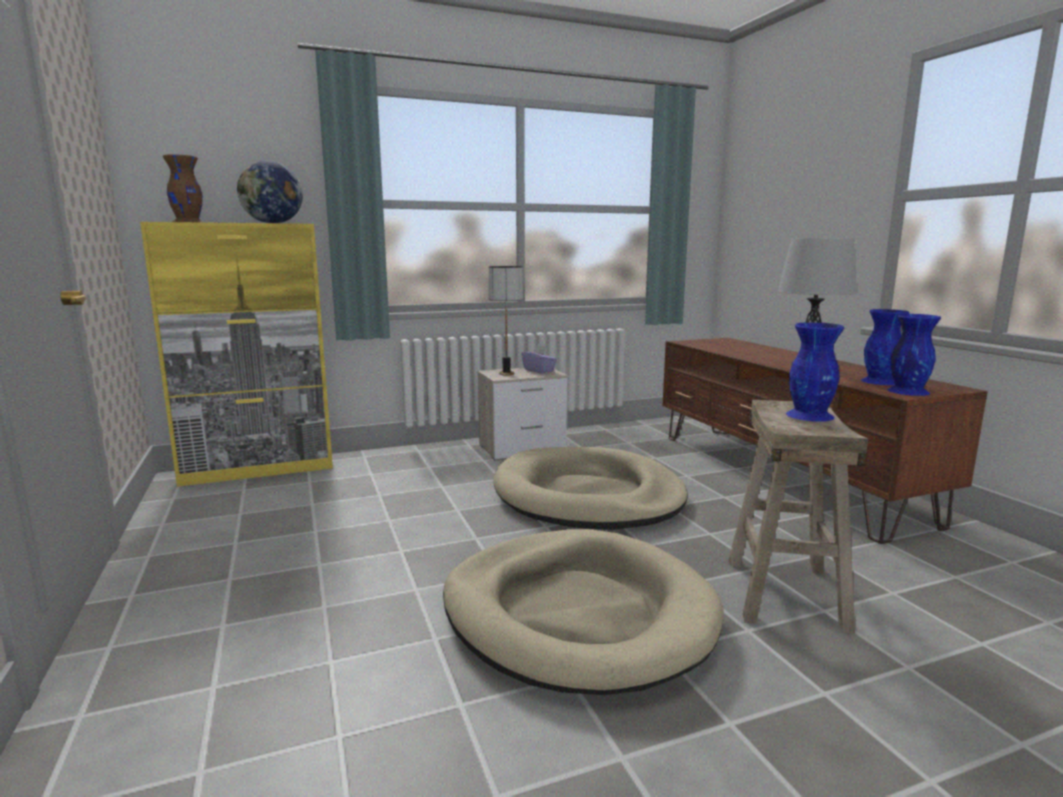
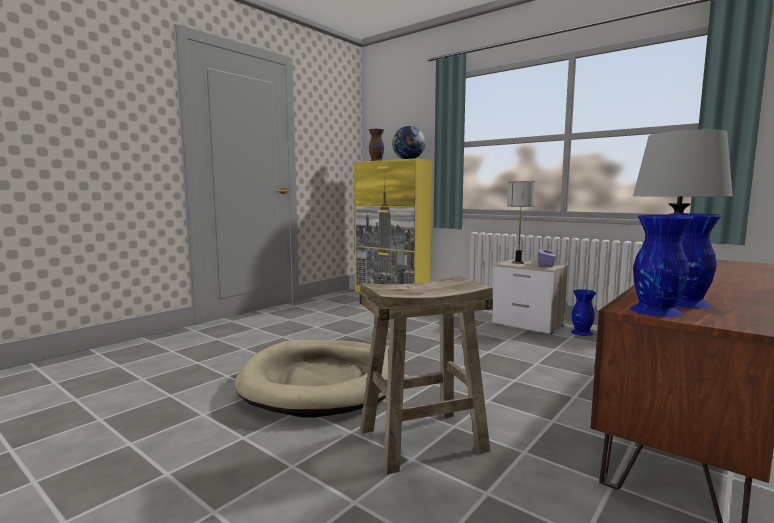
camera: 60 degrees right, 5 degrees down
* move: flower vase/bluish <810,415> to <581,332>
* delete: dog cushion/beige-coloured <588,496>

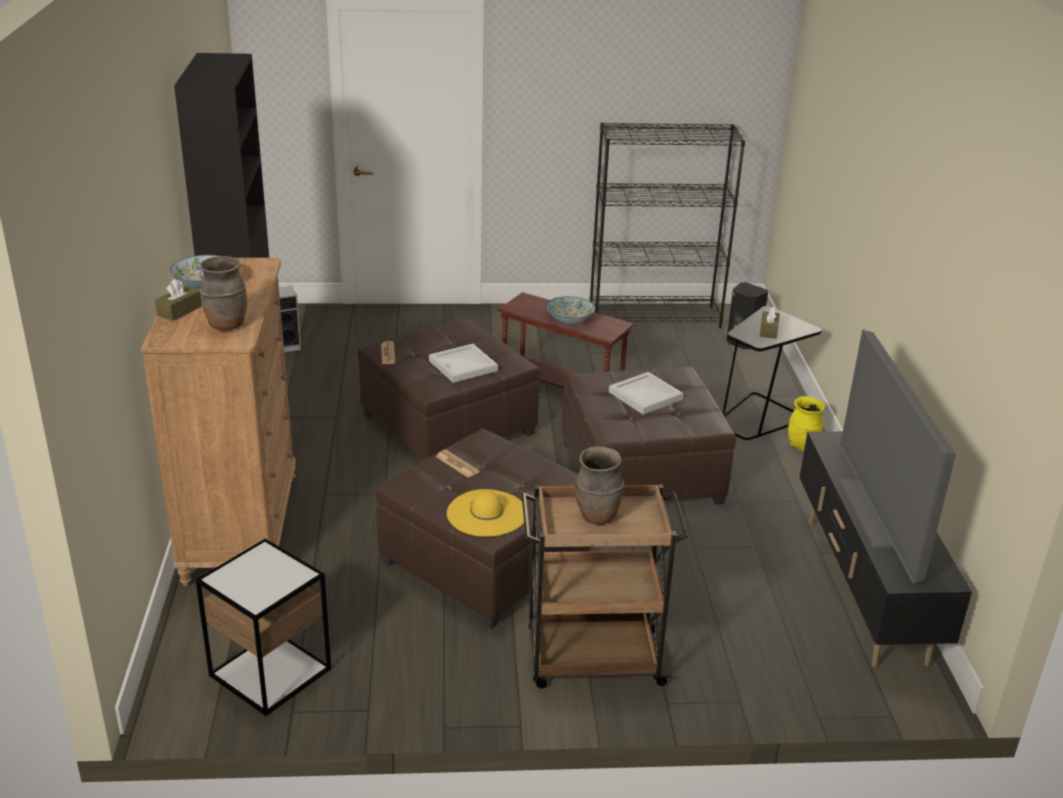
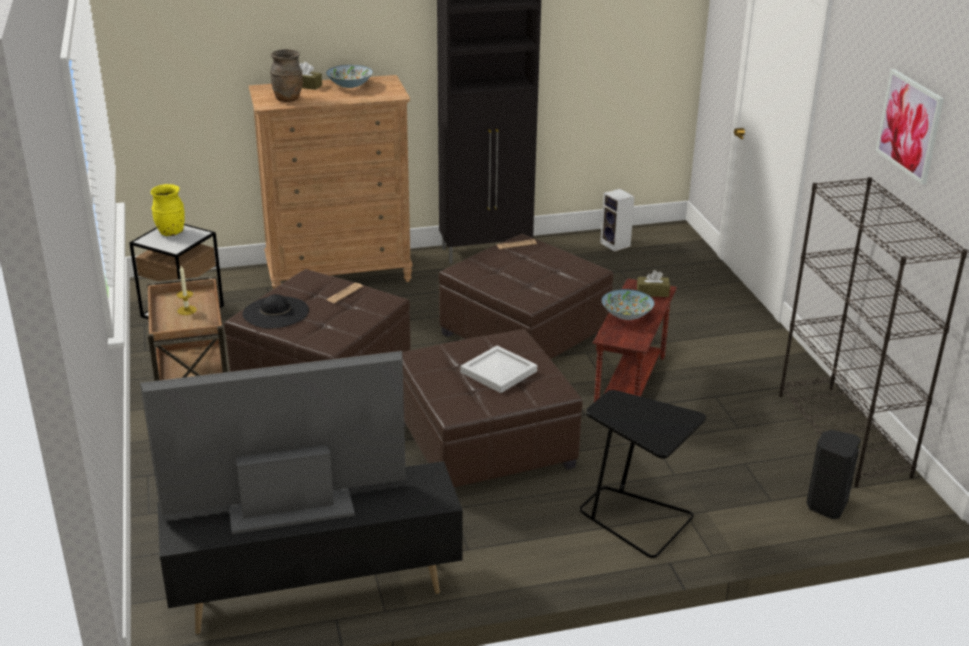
camera: 80 degrees right, 0 degrees up
* move: flower vase/yellow-coloured <802,446> to <171,232>
* replace: flower vase/brownish <597,517> to candle <187,310>
* recolor: hat/yellow-coloured <487,513> to hat/blackish <275,312>
* move: tissue holder/brownish <768,331> to <652,292>
* insert: wall picture <910,125>
* delete: tray/whitish <462,366>

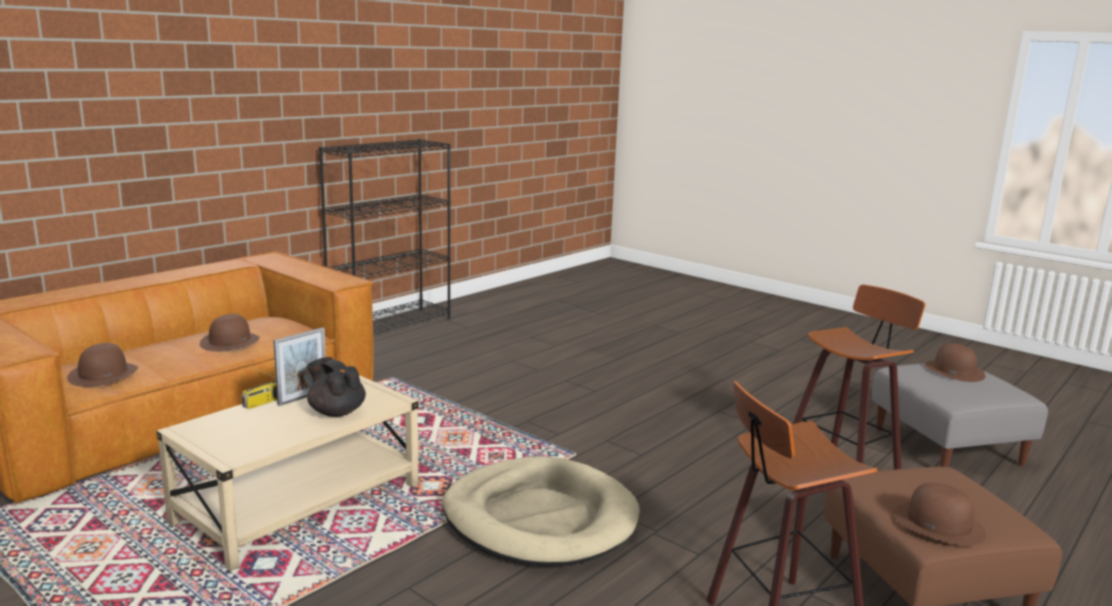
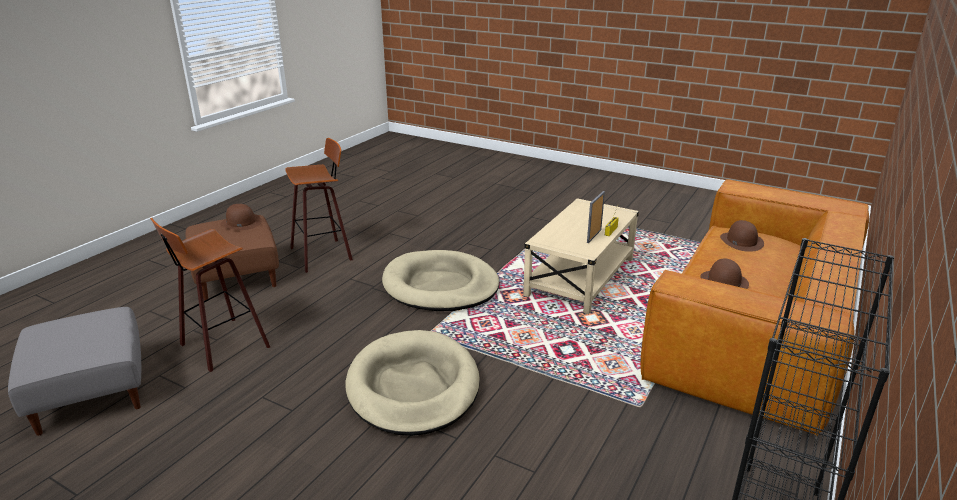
camera: 170 degrees right, 10 degrees up
* insert: dog cushion/beige-coloured <413,387>
* delete: tea pot/blackish <336,412>
* delete: hat/brownish <953,371>

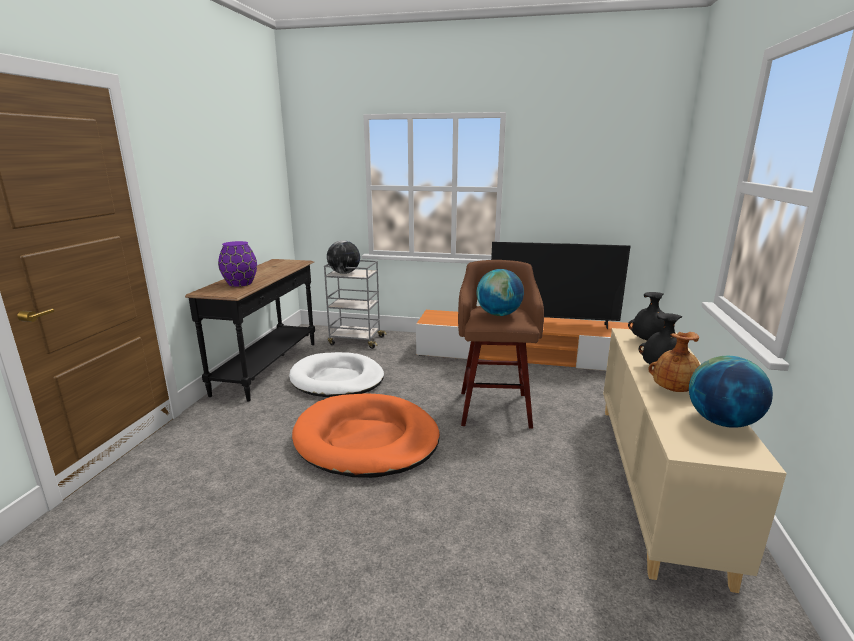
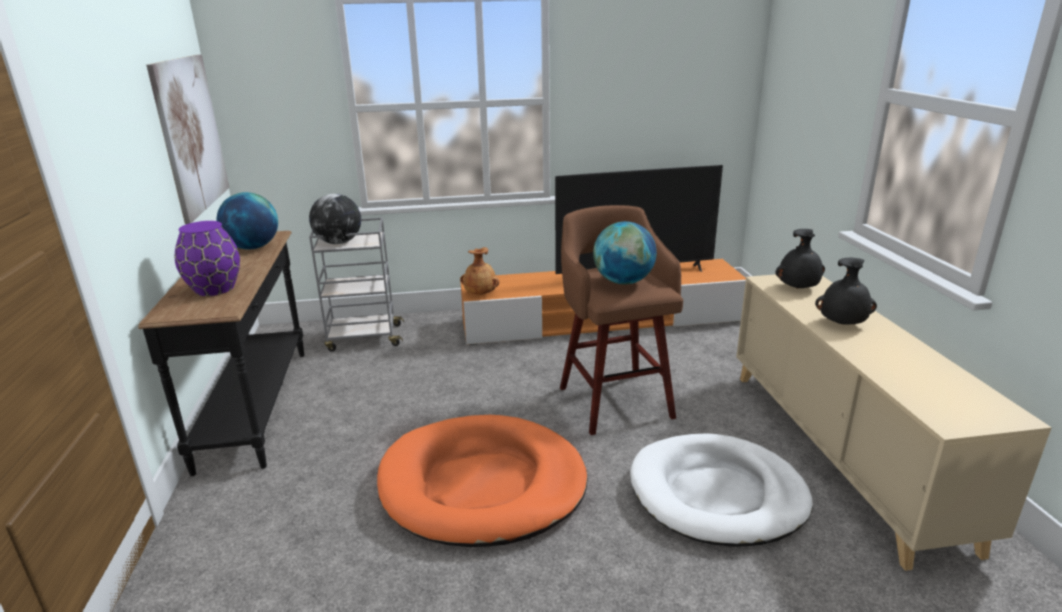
camera: 20 degrees left, 5 degrees up
* insert: wall picture <191,135>
* move: desk globe <721,422> to <253,247>
* move: flower vase/brownish <673,390> to <480,294>
* move: dog cushion/whitish <337,379> to <717,494>

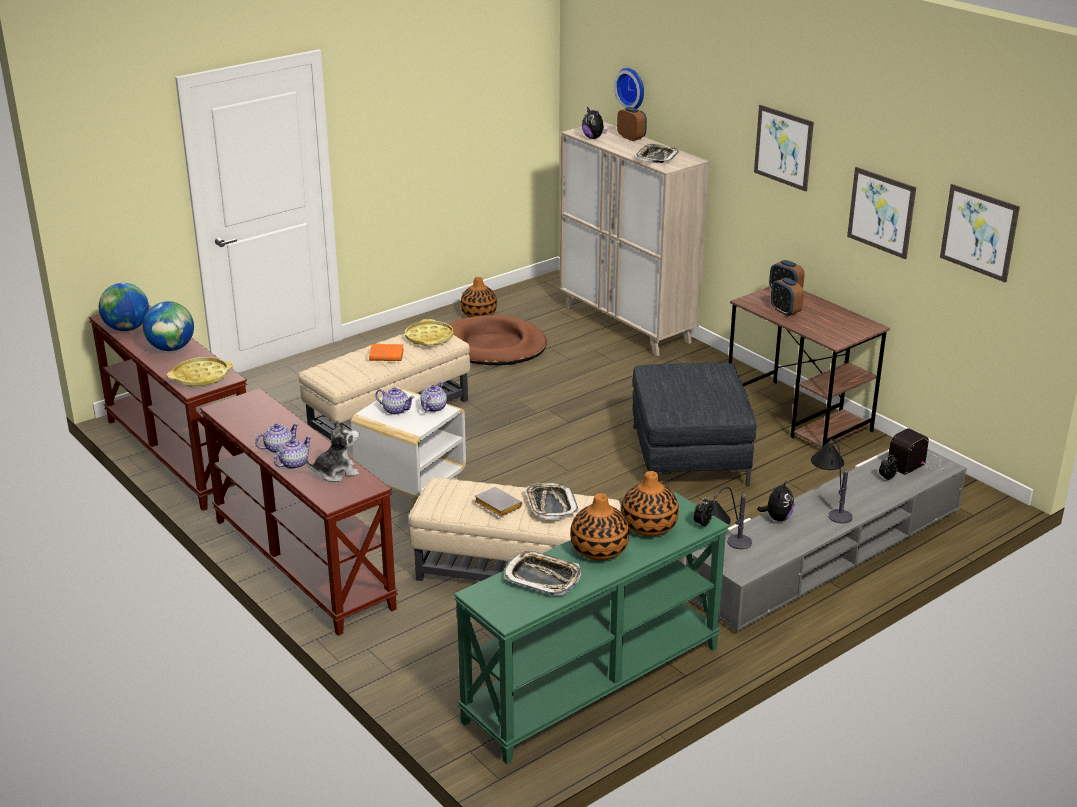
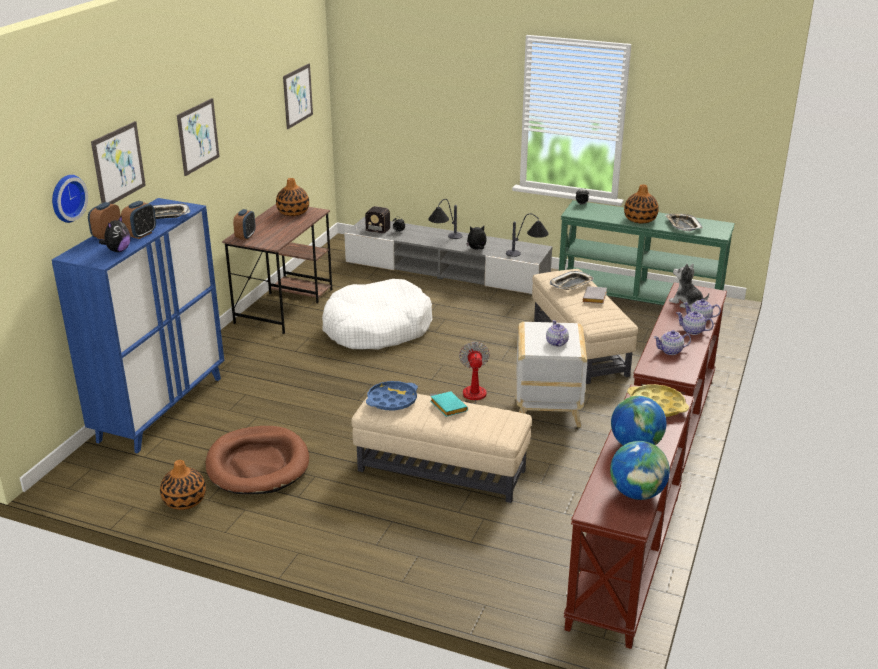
camera: 120 degrees left, 0 degrees up
* recolor: cabinet/beige-coloured <627,325> to cabinet/bluish <161,408>
* move: wall picture <881,212> to <118,164>
* move: table clock <785,311> to <141,234>
* move: flower vase <649,526> to <293,212>
* replace: footrest/gray <690,455> to dog cushion/whitish <377,329>
* recolor: tray/yellow-coloured <429,338> to tray/bluish <392,400>
* insert: fan <467,397>
* recolor: bound book/orange <387,355> to bound book/blue-green <447,407>
* move: tea pot <433,408> to <671,351>

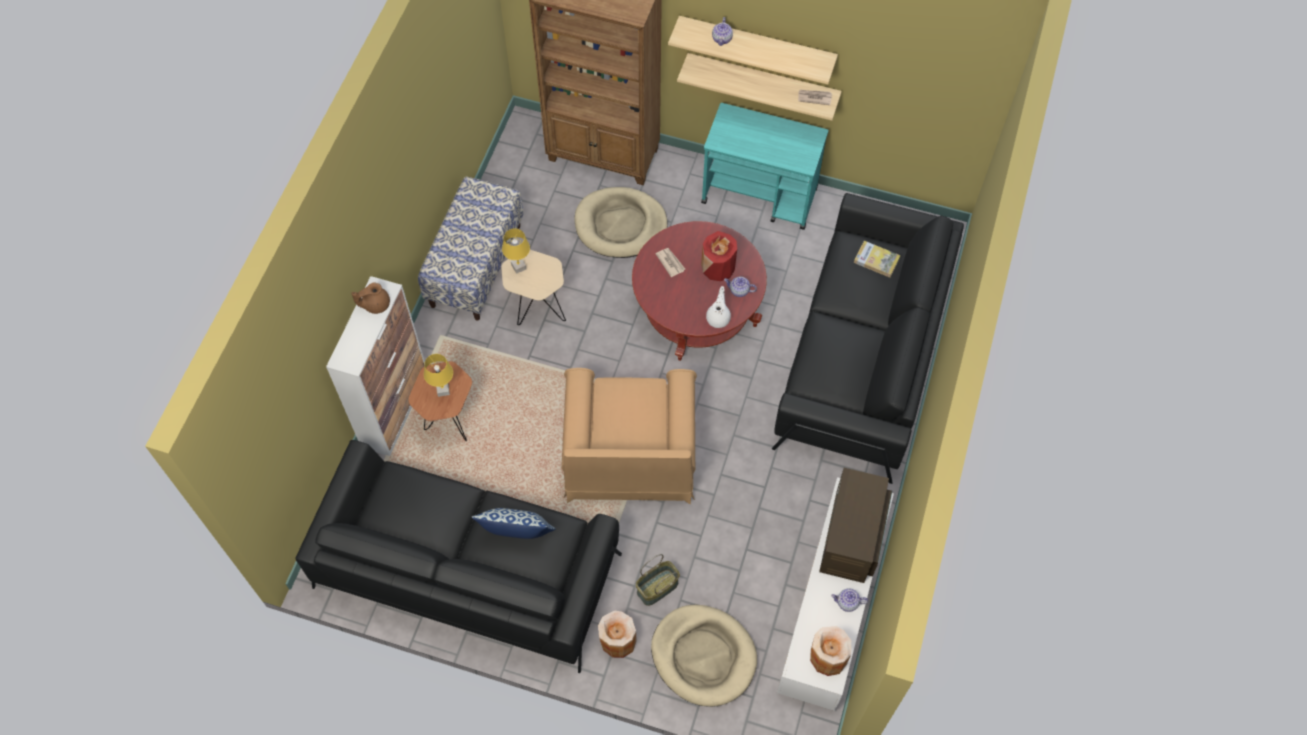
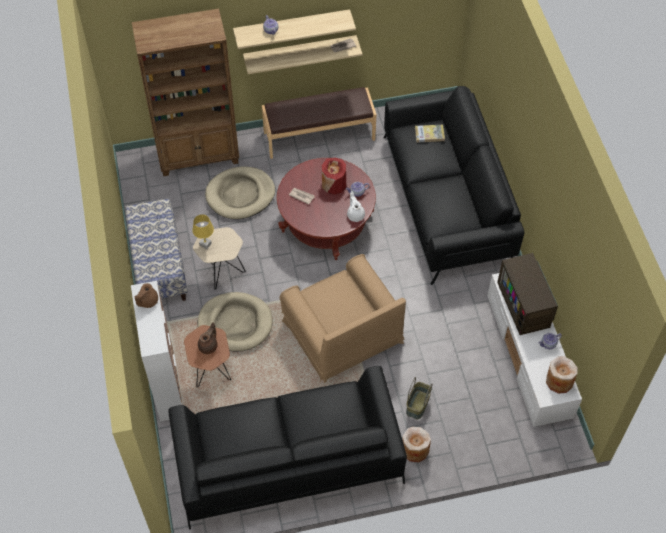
camera: 30 degrees left, 5 degrees down
* move: dog cushion/beige-coloured <703,656> to <235,323>
* replace: table lamp/yellow-coloured <443,390> to tea pot/brownish <209,346>
* replace: trolley/blue-green <760,195> to bench/brownish <319,135>
* delete: pillow <517,535>

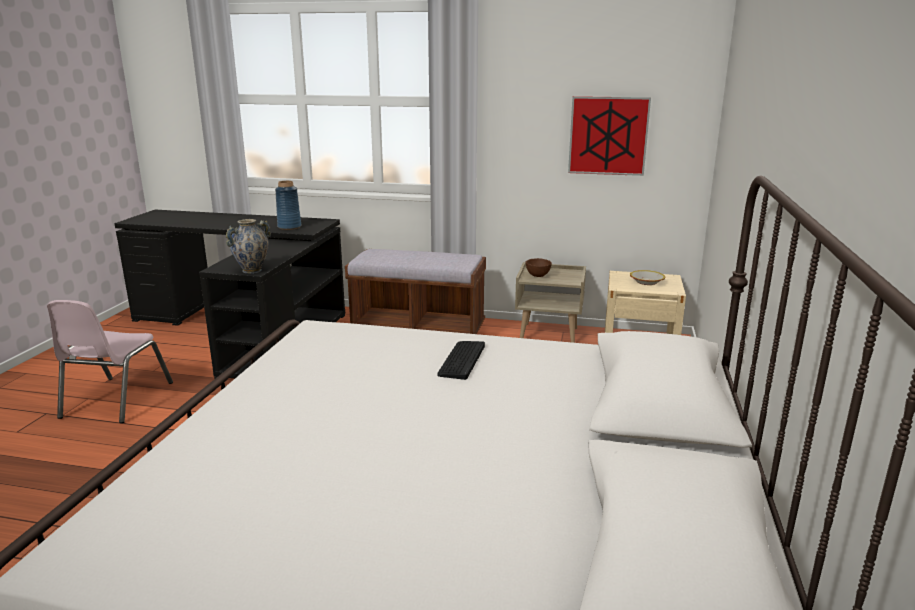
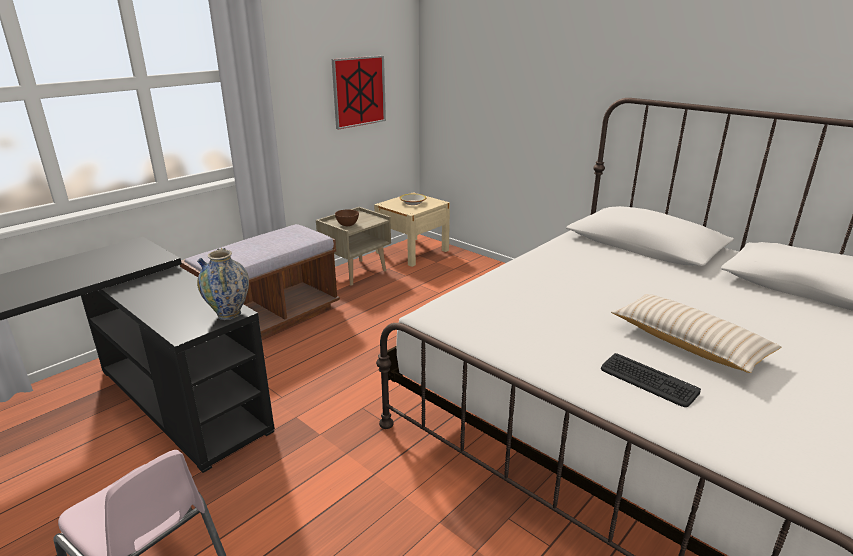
camera: 60 degrees left, 5 degrees up
* move: computer keyboard <461,360> to <648,381>
* insert: pillow/beige-coloured <688,343>
* delete: flower vase/bluish <289,227>

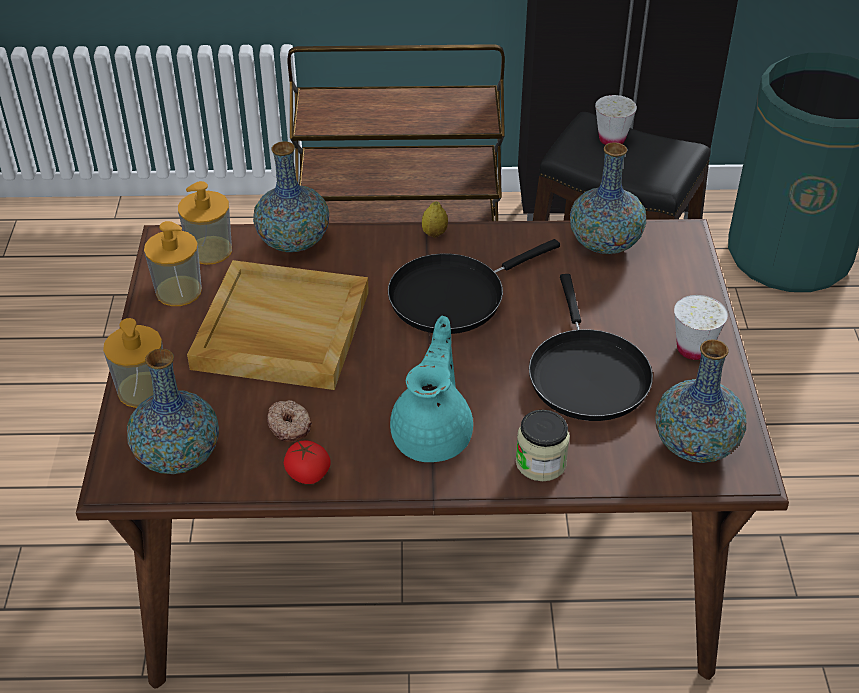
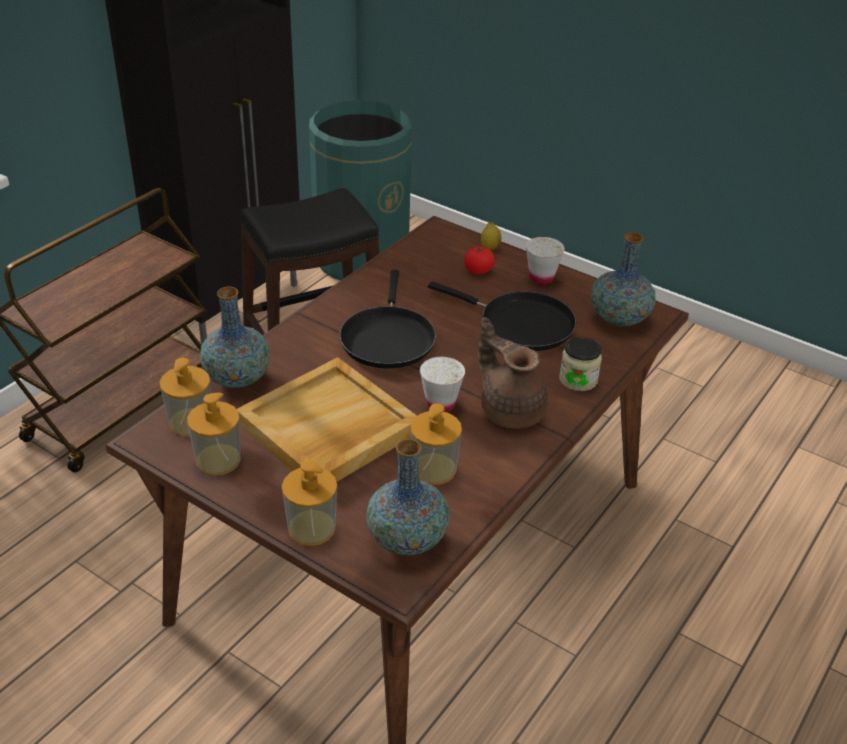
camera: 55 degrees left, 5 degrees down
* replace: doughnut <290,426> to soap dispenser <434,469>
* move: small cup/whitish <612,139> to <440,404>
* move: tomato <307,474> to <478,270>
* recolor: tea pot/blue-green <434,435> to tea pot/brownish <510,409>
* move: citrus fruit <434,233> to <490,248>
* delete: flower vase <605,244>

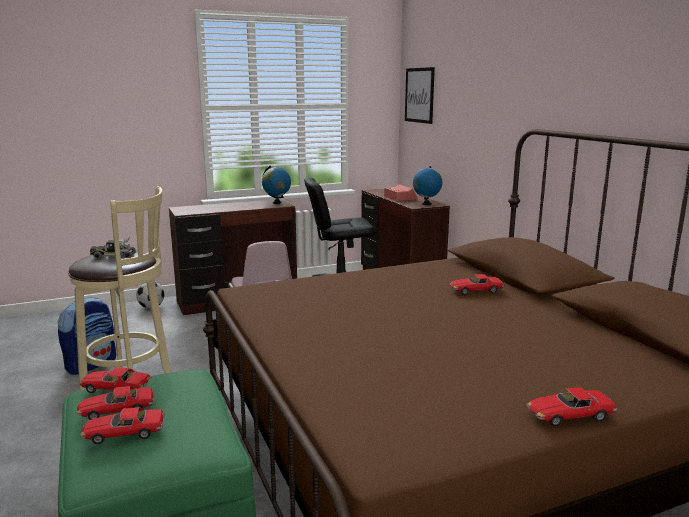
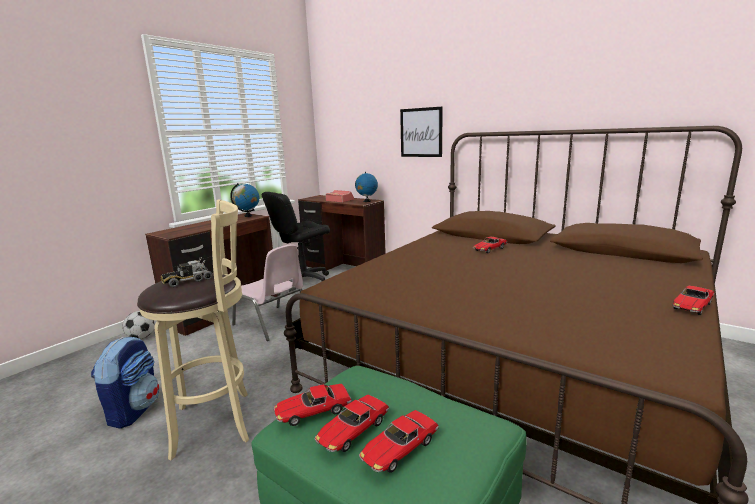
camera: 30 degrees left, 0 degrees up
* move: wall picture <419,95> to <421,132>

